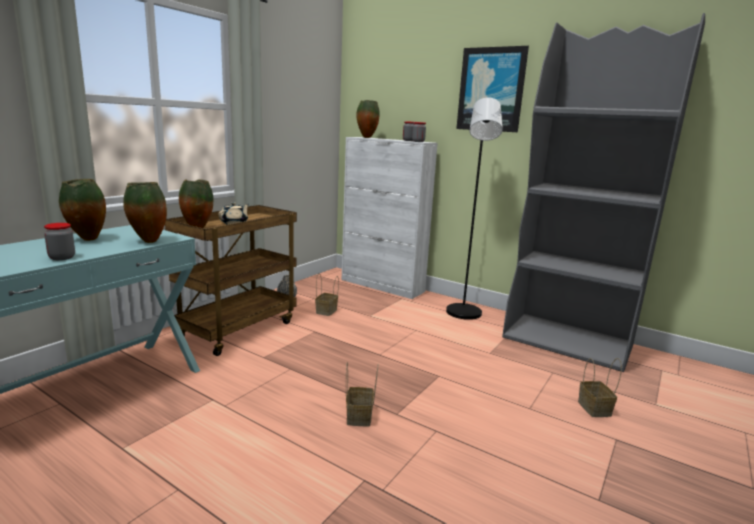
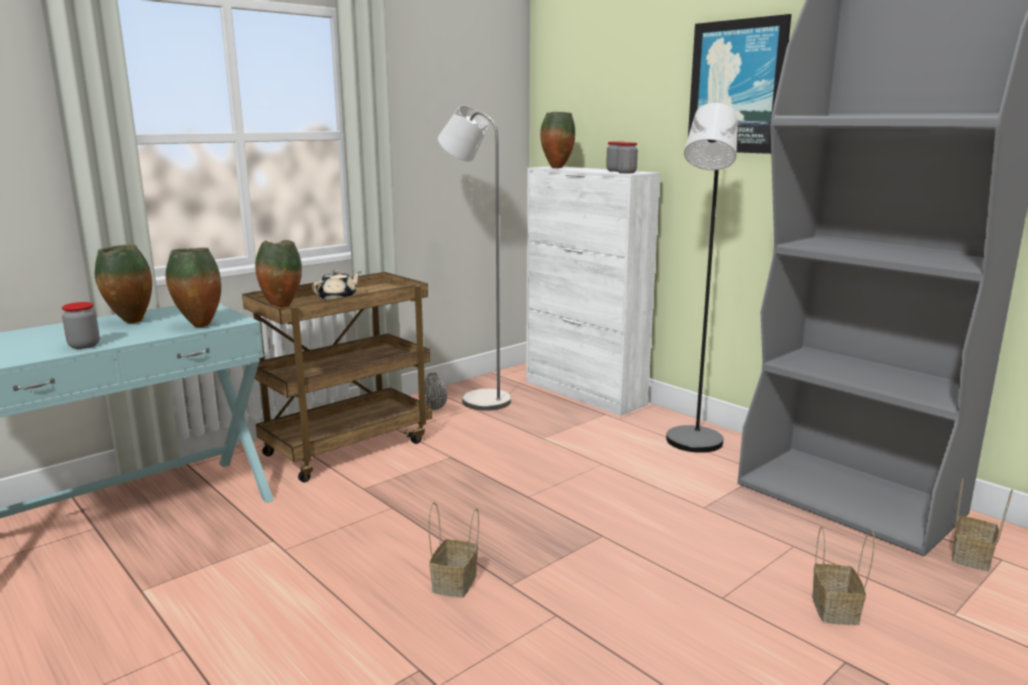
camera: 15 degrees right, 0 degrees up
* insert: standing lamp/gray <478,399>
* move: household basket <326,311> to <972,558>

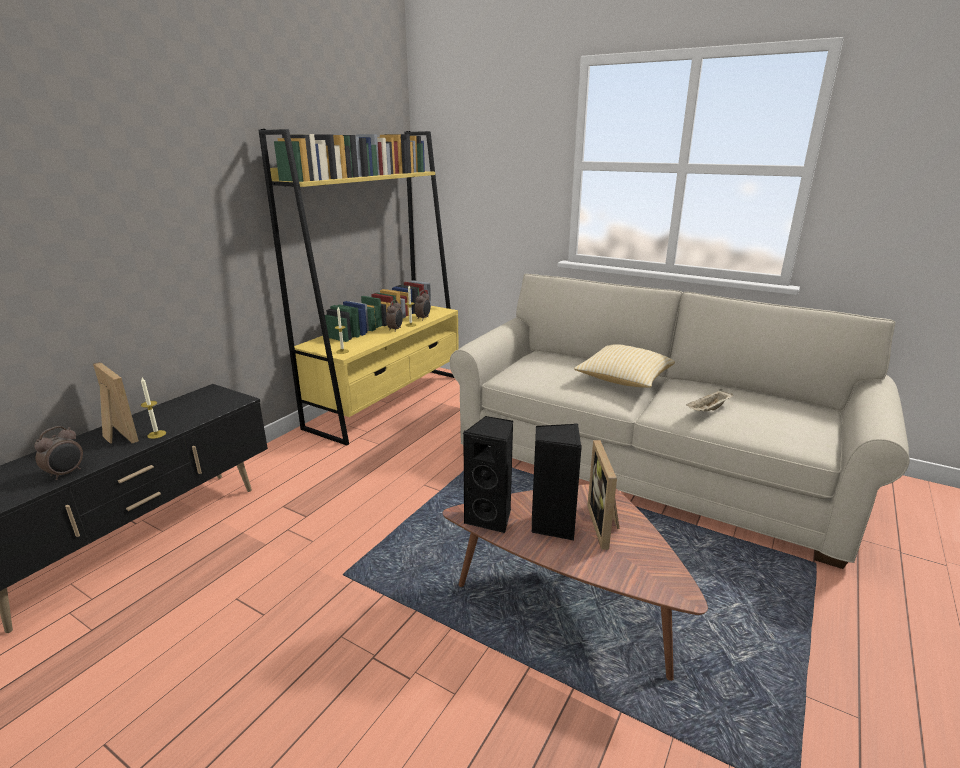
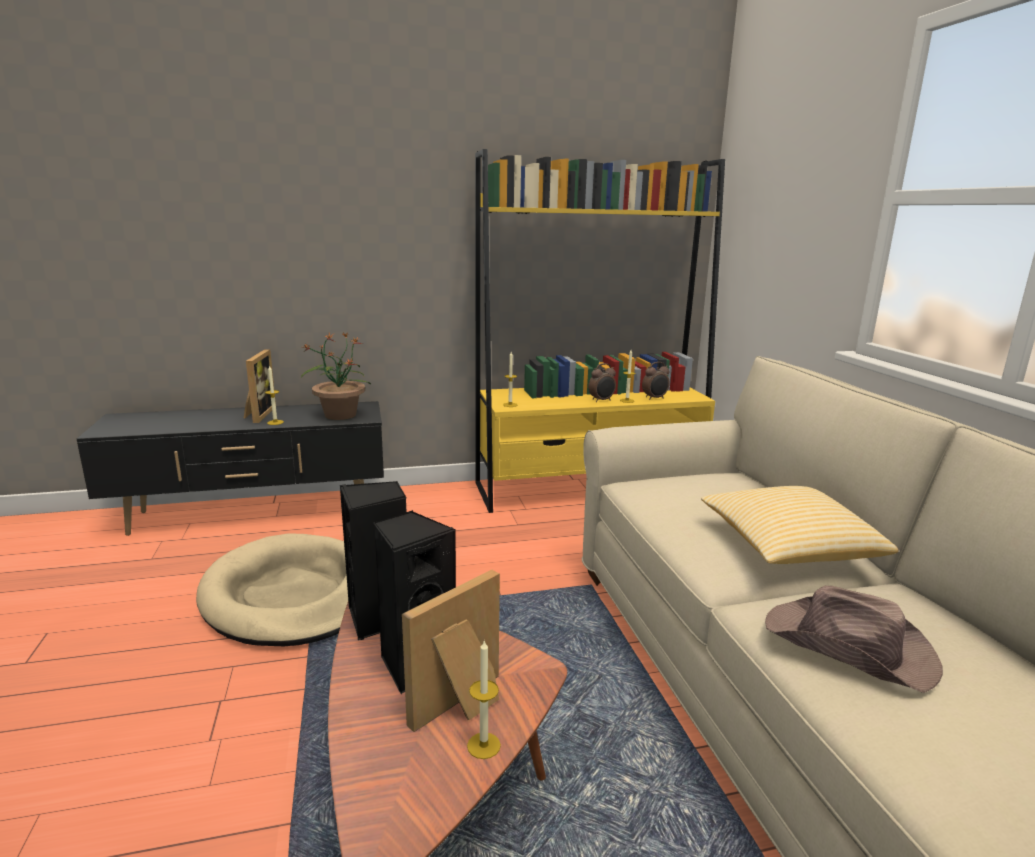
camera: 45 degrees right, 5 degrees down
* insert: dog cushion/beige-coloured <292,595>
* insert: plant in a pot <340,415>
* insert: candle <483,745>
* replace: tray/beige-coloured <708,410> to hat/brownish <850,647>
* delete: table clock <66,473>

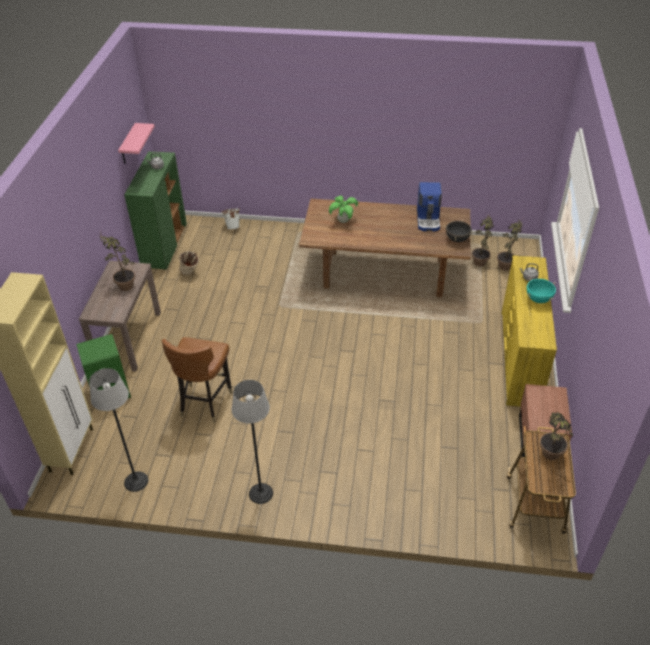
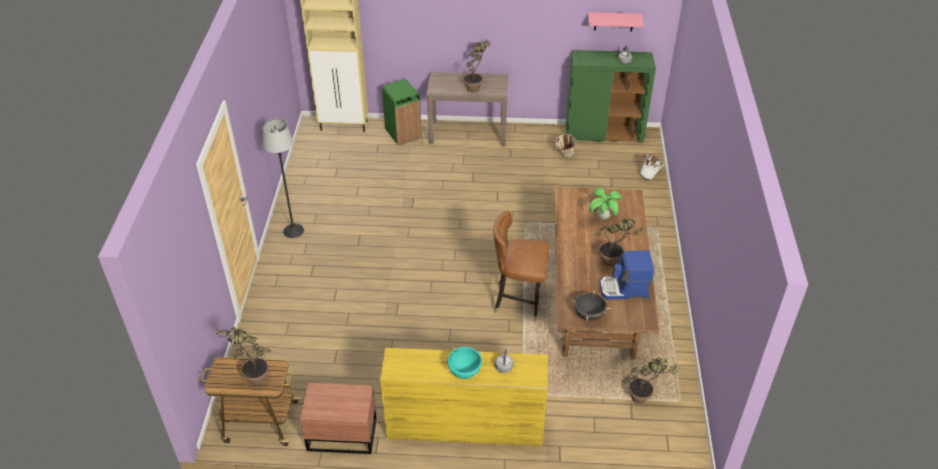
camera: 85 degrees right, 0 degrees up
* move: chair/brownish <204,402> to <519,302>
* move: plant in a pot <506,264> to <614,263>
* delete: standing lamp <136,481>

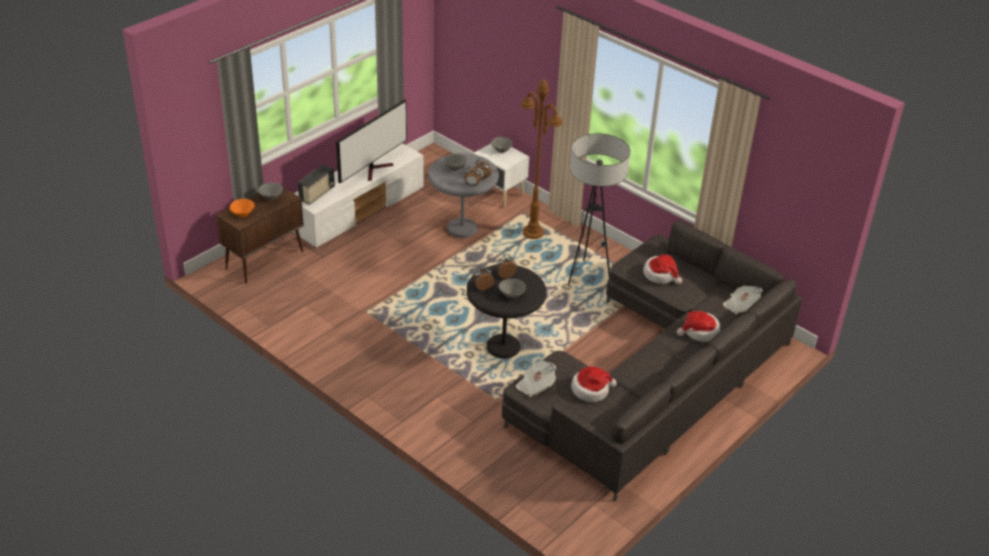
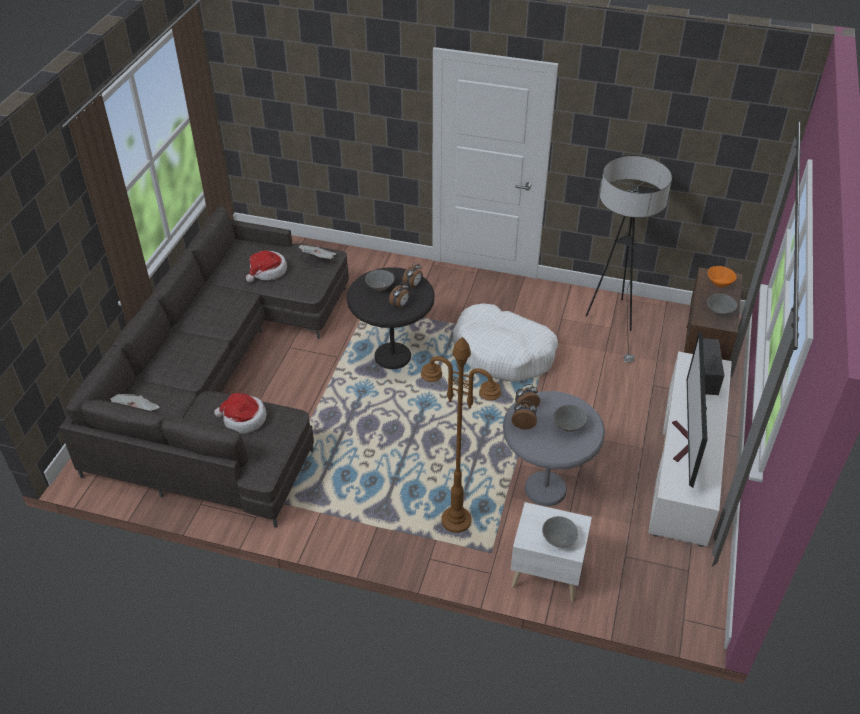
camera: 155 degrees right, 5 degrees up
* insert: dog cushion/whitish <503,353>
* move: standing lamp <587,277> to <613,320>
* delete: hat <700,332>

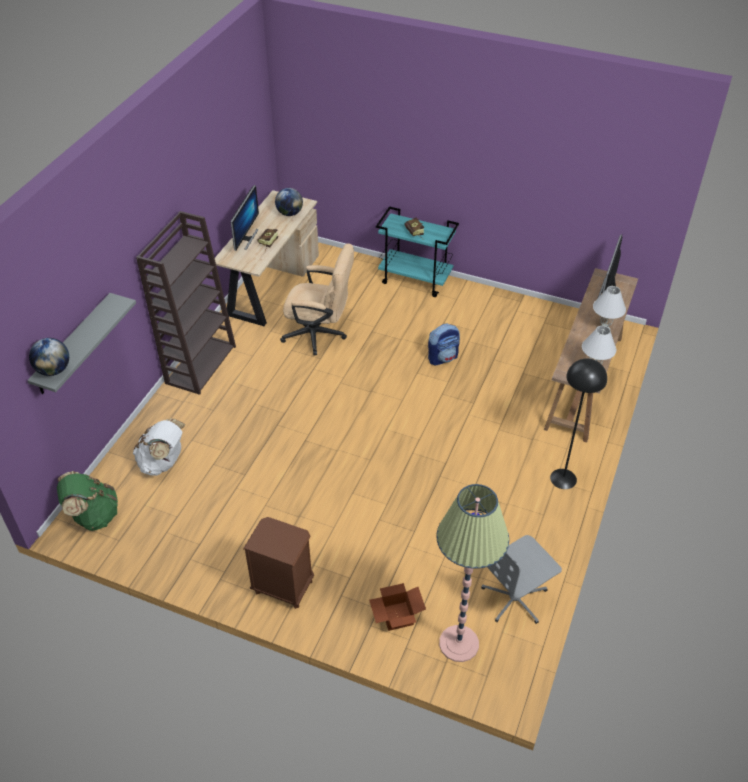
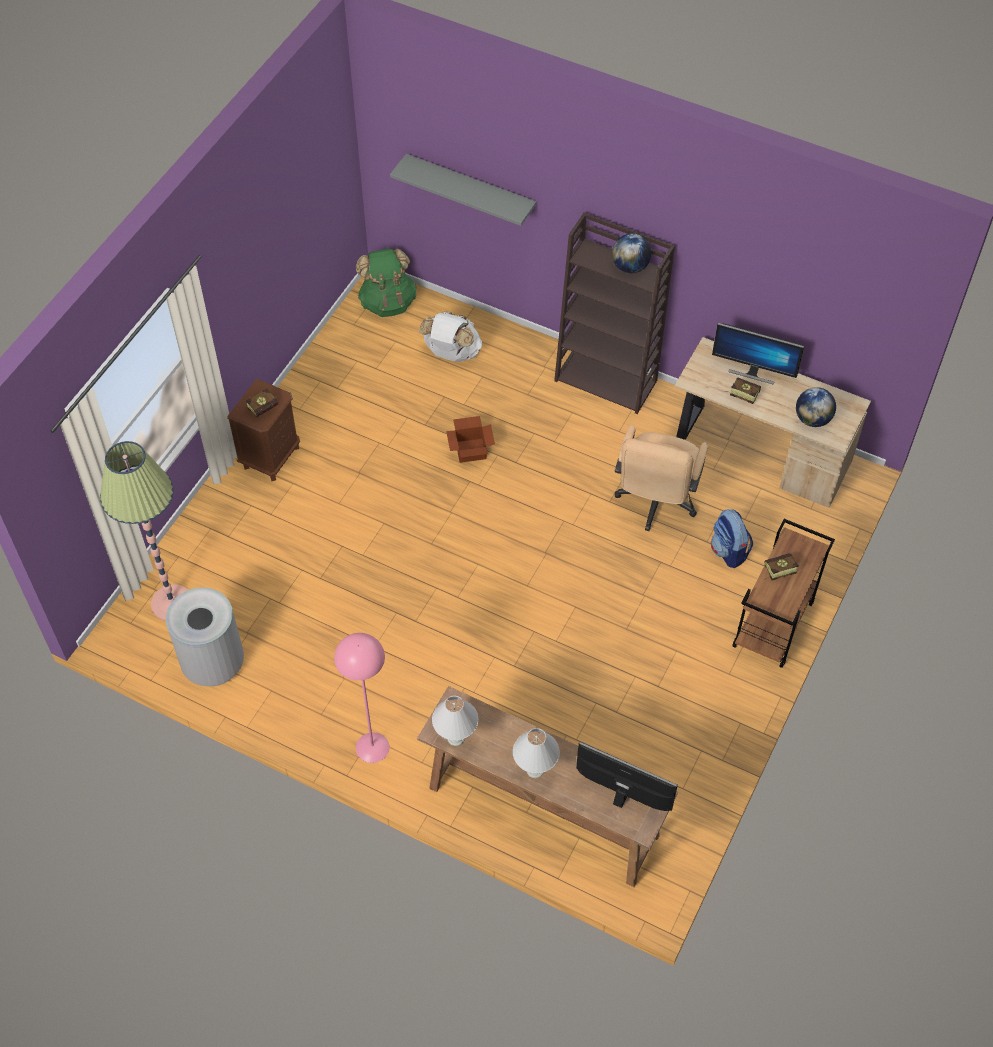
camera: 95 degrees right, 10 degrees up
* replace: computer chair/gray <515,598> to trash can/gray <213,664>
* insert: bound book <265,407>
* recolor: standing lamp/blackish <563,479> to standing lamp/pink <372,747>
* move: packing box <396,616> to <471,449>
* move: desk globe <54,370> to <630,267>
* move: backpack <443,358> to <729,551>
* recolor: trolley/blue-green <416,280> to trolley/brownish <773,625>

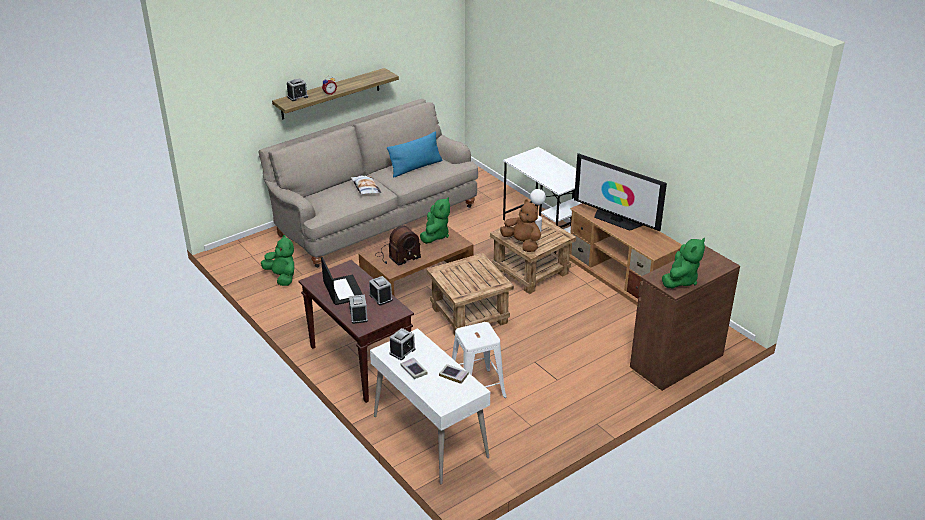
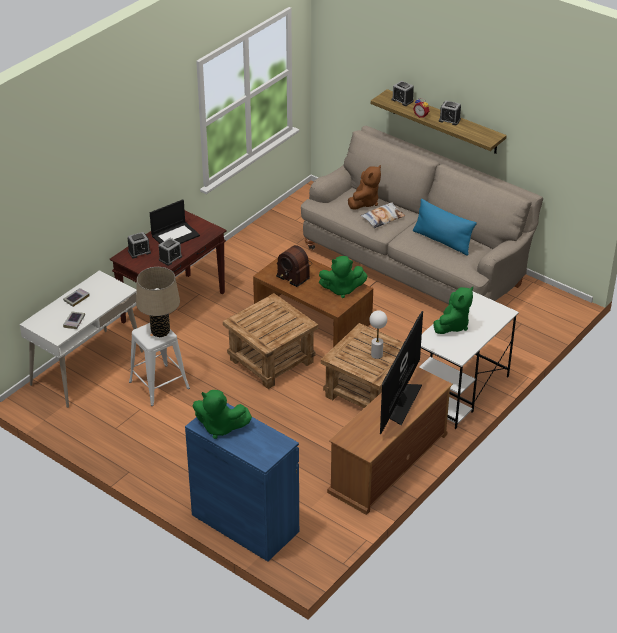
camera: 75 degrees right, 5 degrees up
* insert: table lamp/beige-coloured <160,332>
* recolor: cabinet/brownish <676,361> to cabinet/bluish <245,523>
* move: cuddly toy/brownish <522,243> to <364,202>
* move: cuddly toy/greenish <282,277> to <452,325>
* move: table clock <402,351> to <449,120>

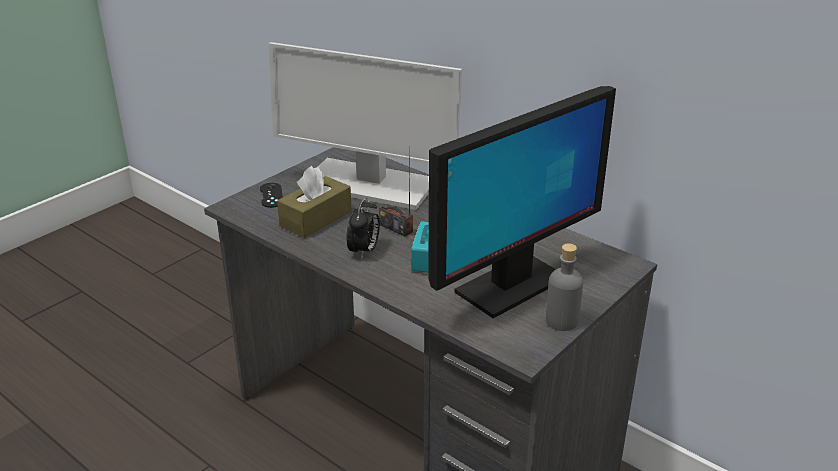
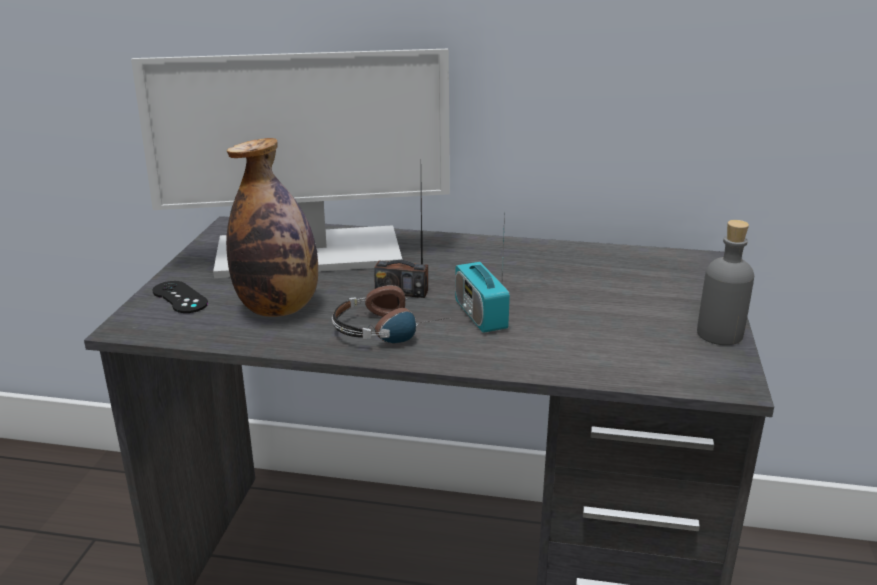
camera: 30 degrees left, 5 degrees down
* replace: tissue holder/brownish <316,218> to beverage bottle <278,308>
* replace: table clock <364,251> to headphones <391,328>
* delete: computer screen <510,286>

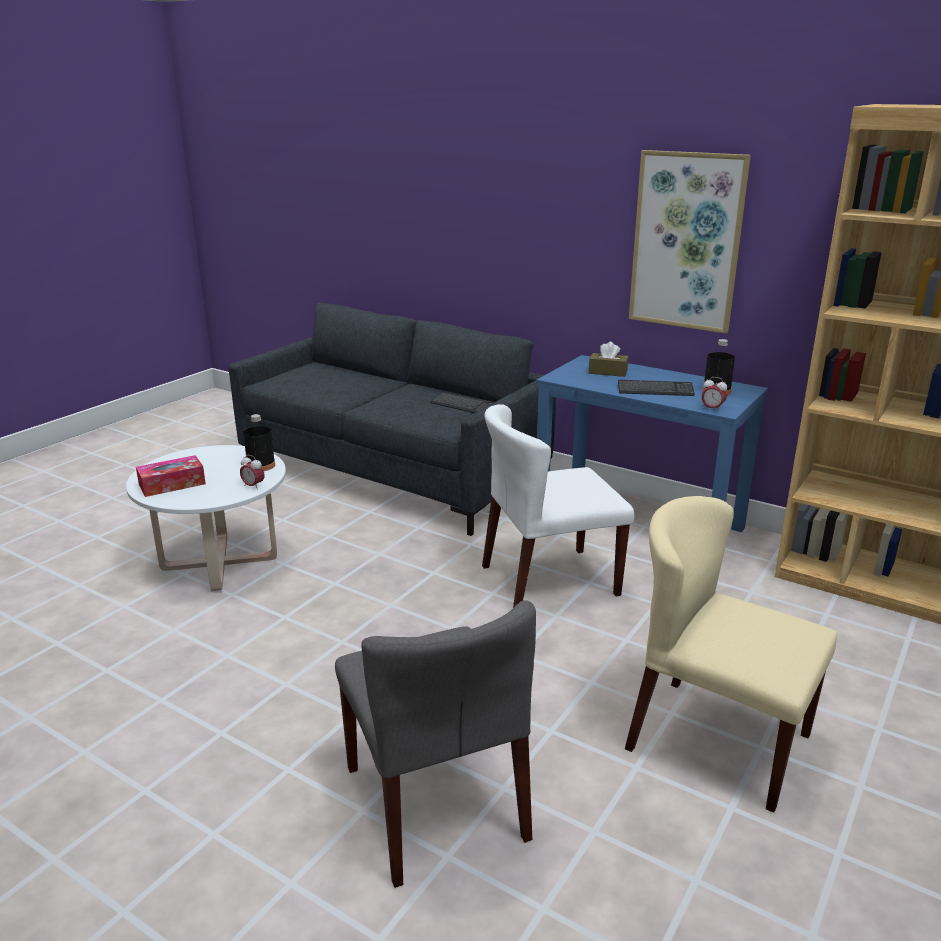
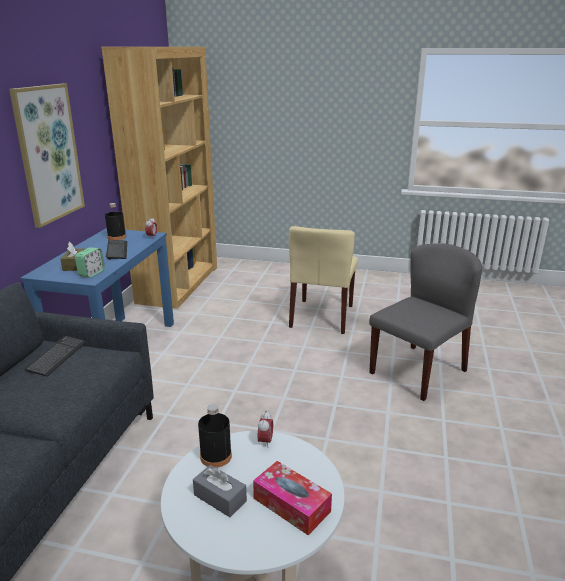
camera: 110 degrees left, 0 degrees up
* insert: table clock <91,273>
* insert: tissue holder/gray <220,498>
* delete: chair/whitish <548,581>

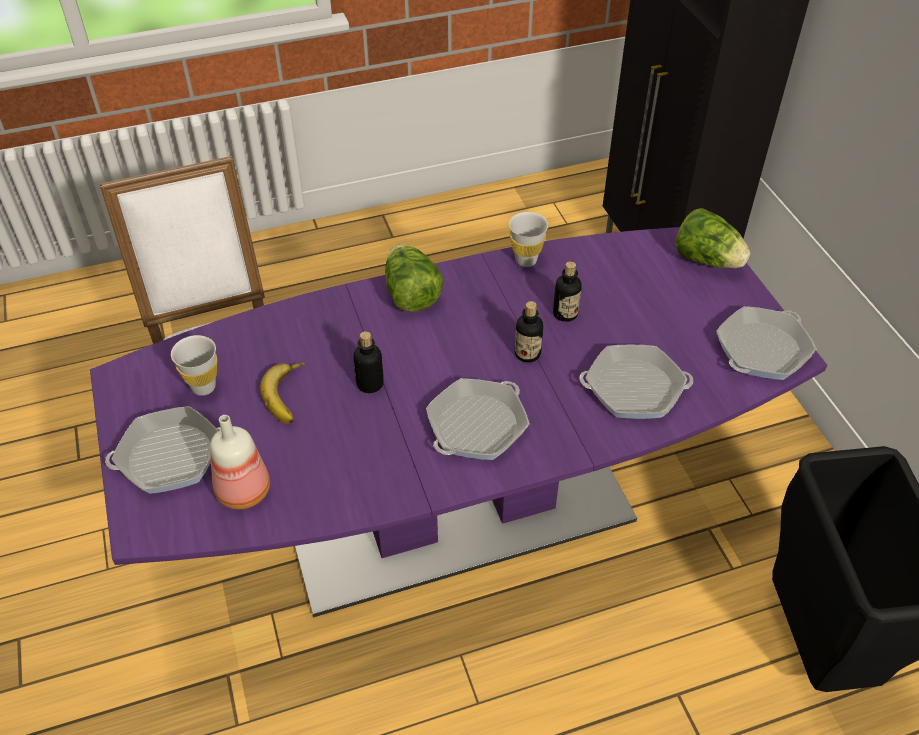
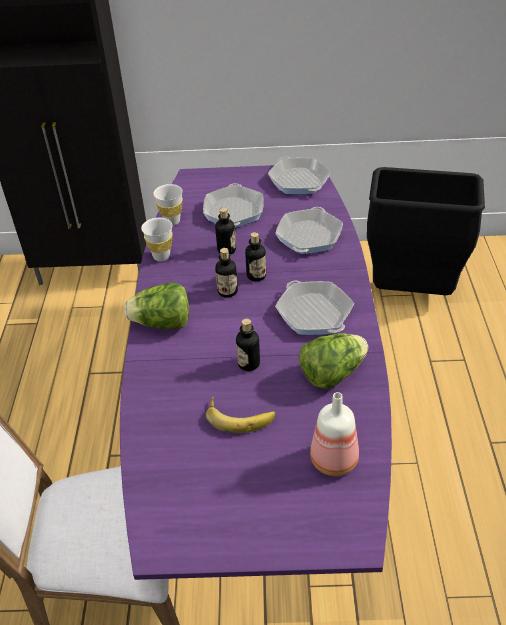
camera: 70 degrees left, 5 degrees down
* move: small cup/whitish <203,387> to <172,221>
* move: frying pan <170,456> to <234,211>
* insert: beverage bottle <227,291>
* move: lettuce head <707,260> to <332,374>

